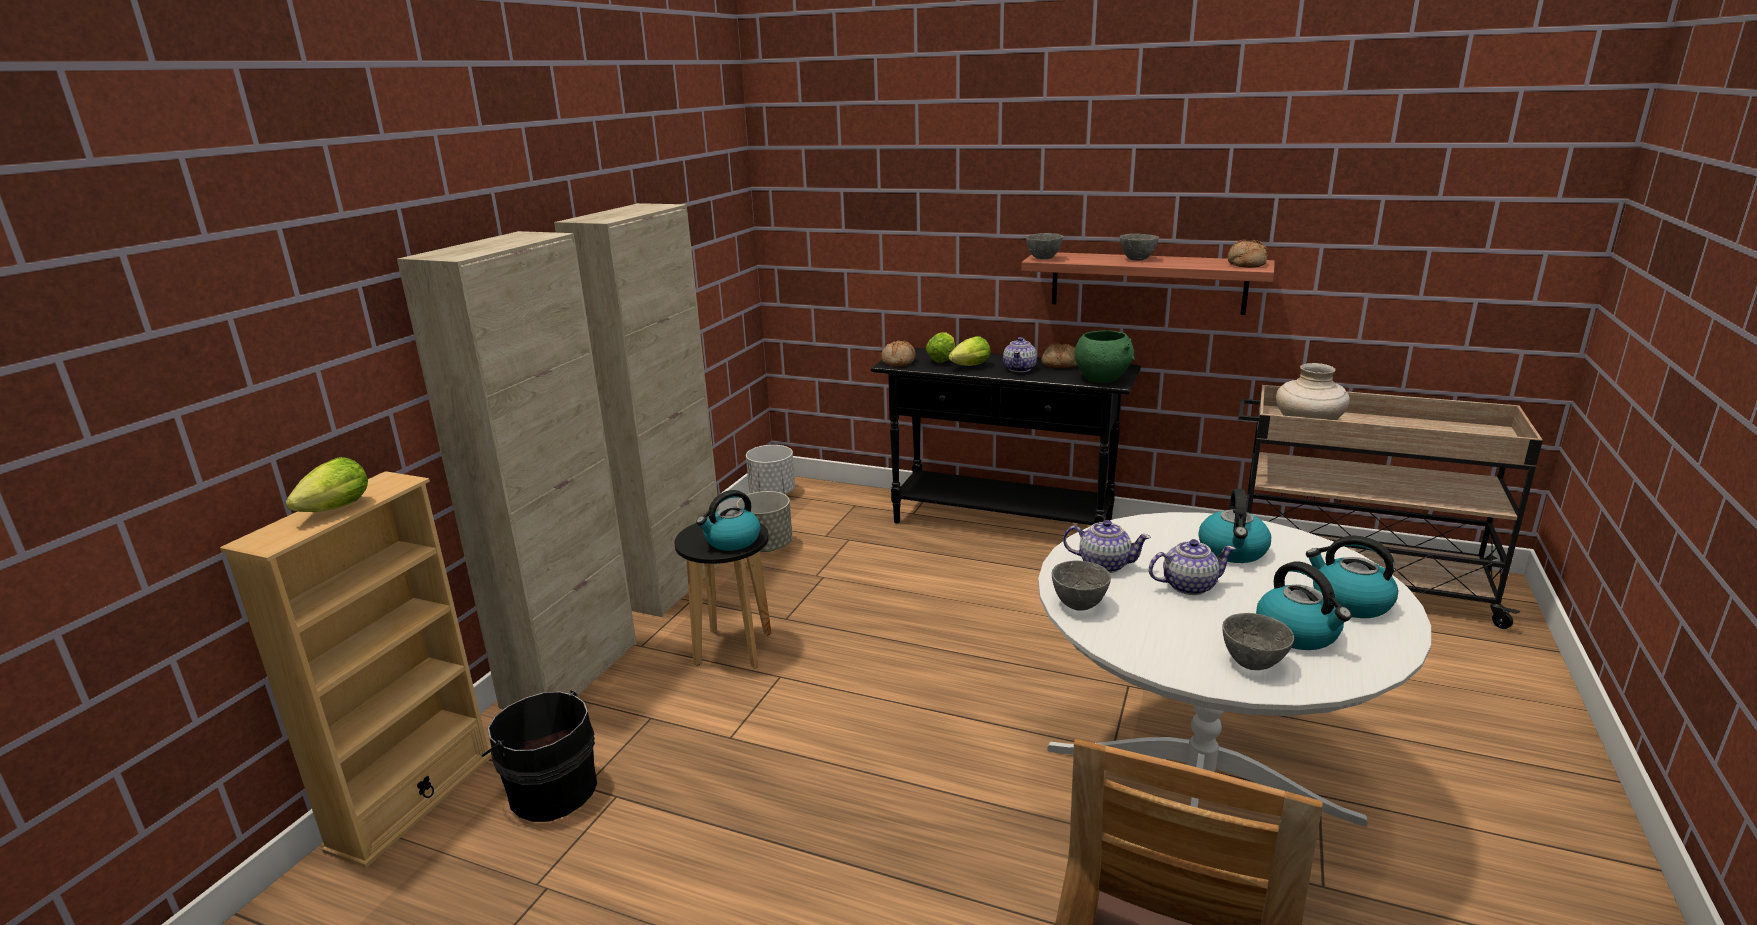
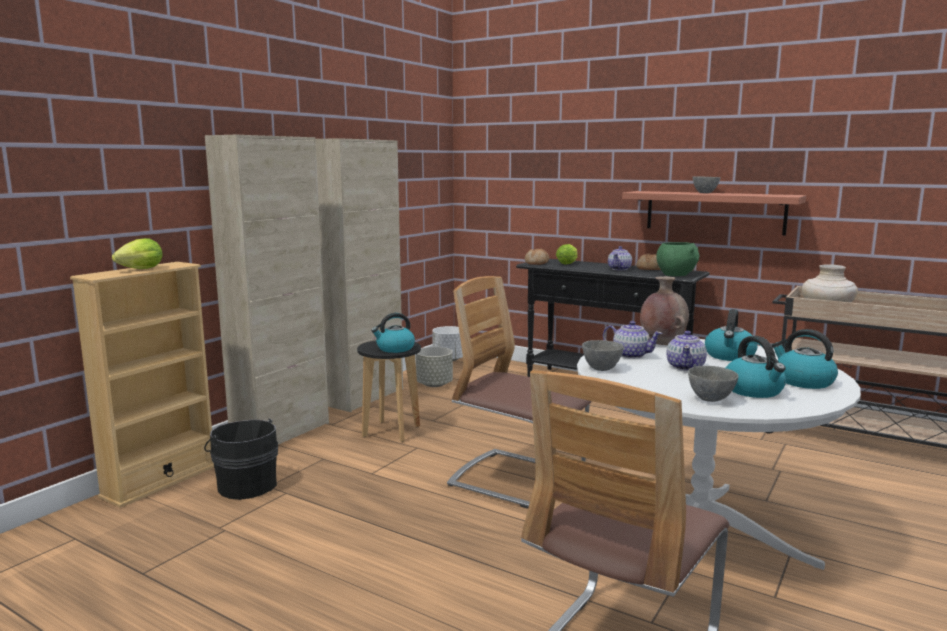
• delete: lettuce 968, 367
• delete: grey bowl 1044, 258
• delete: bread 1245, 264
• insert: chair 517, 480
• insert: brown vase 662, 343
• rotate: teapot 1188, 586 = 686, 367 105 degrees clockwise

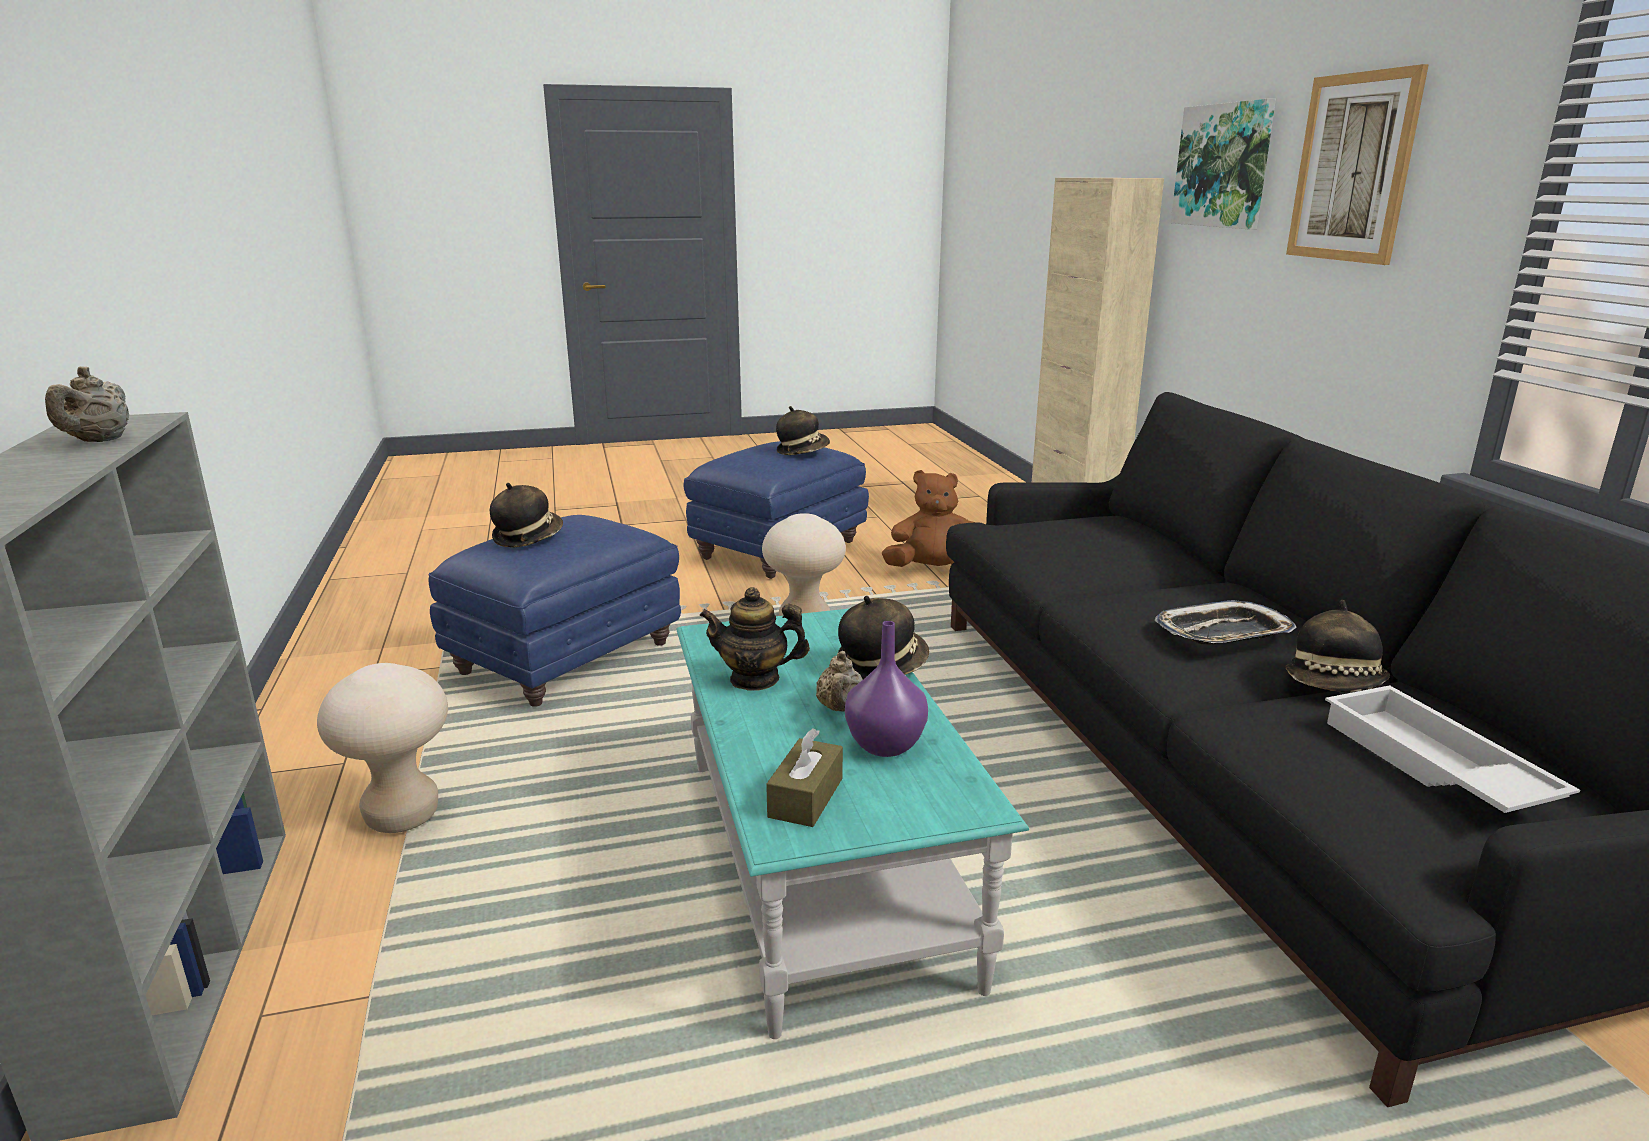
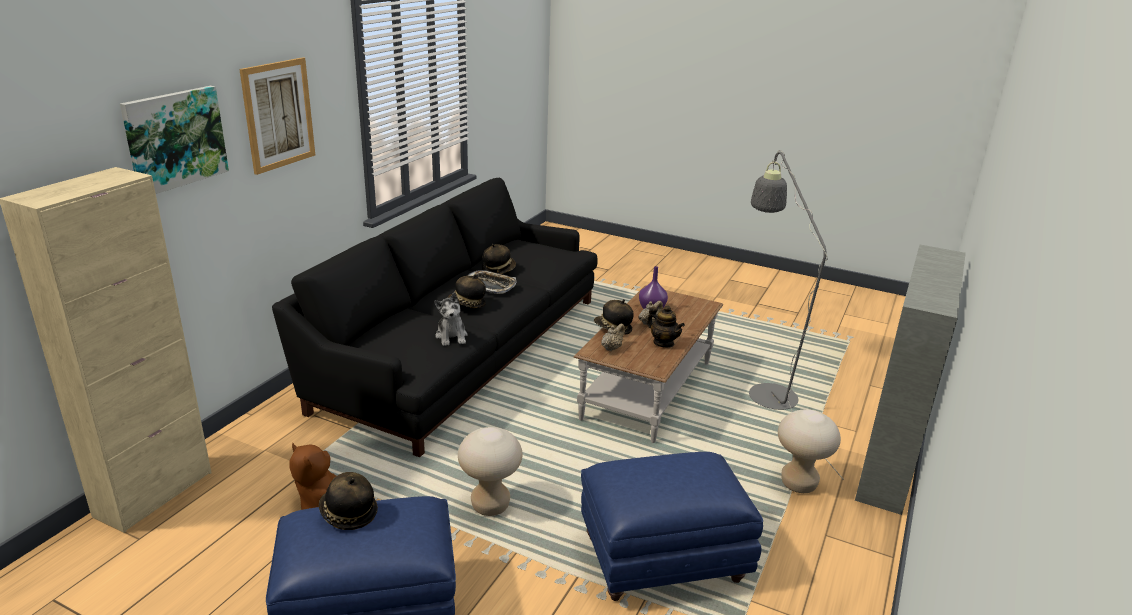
• delete: brown tissue box 806, 797
• delete: white tray 1431, 765
• insert: plush toy 451, 336
• insert: grey floor lamp 767, 389
• move: beige teapot 99, 441 to 612, 348
• move: hat 528, 537 to 467, 304
• recolor: turquoise coffee table 821, 864 to brown coffee table 647, 389

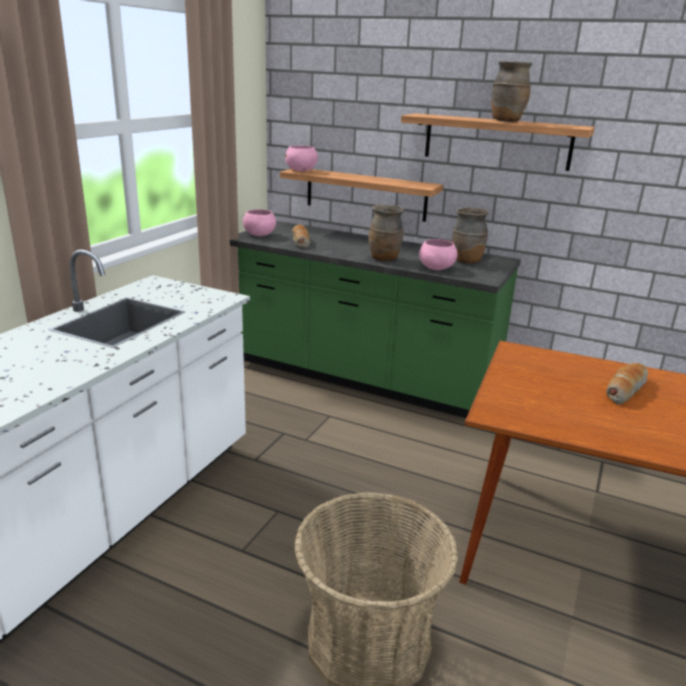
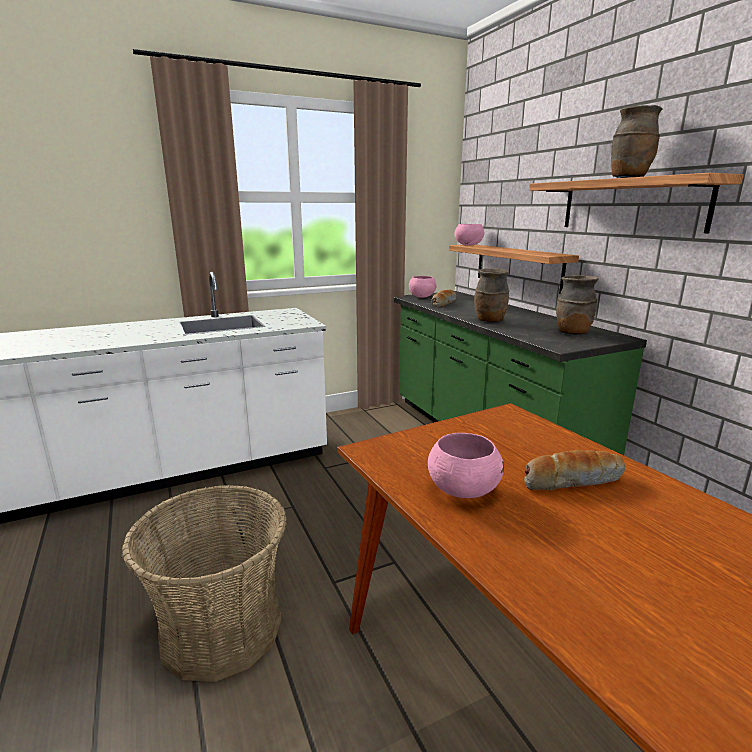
• move: pink bowl 436, 268 to 463, 490

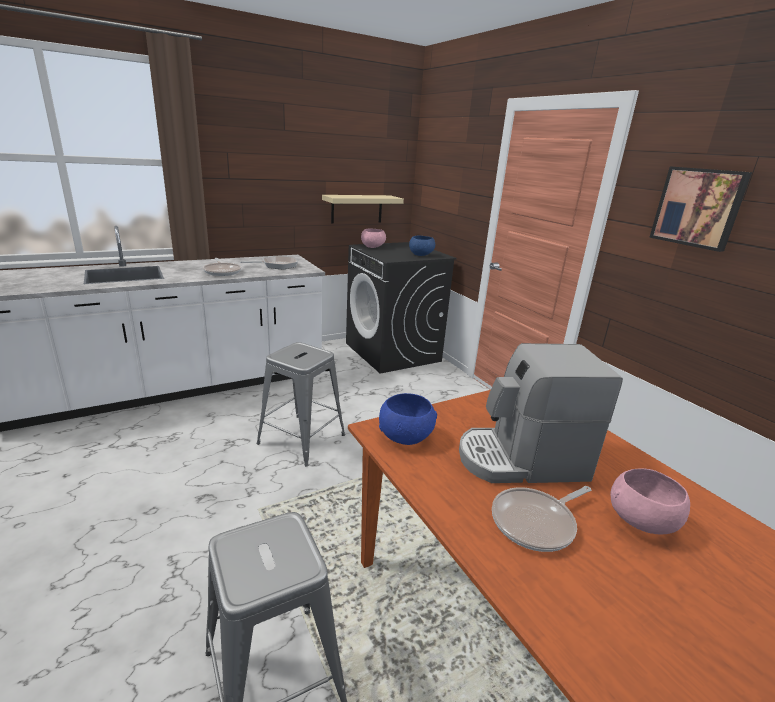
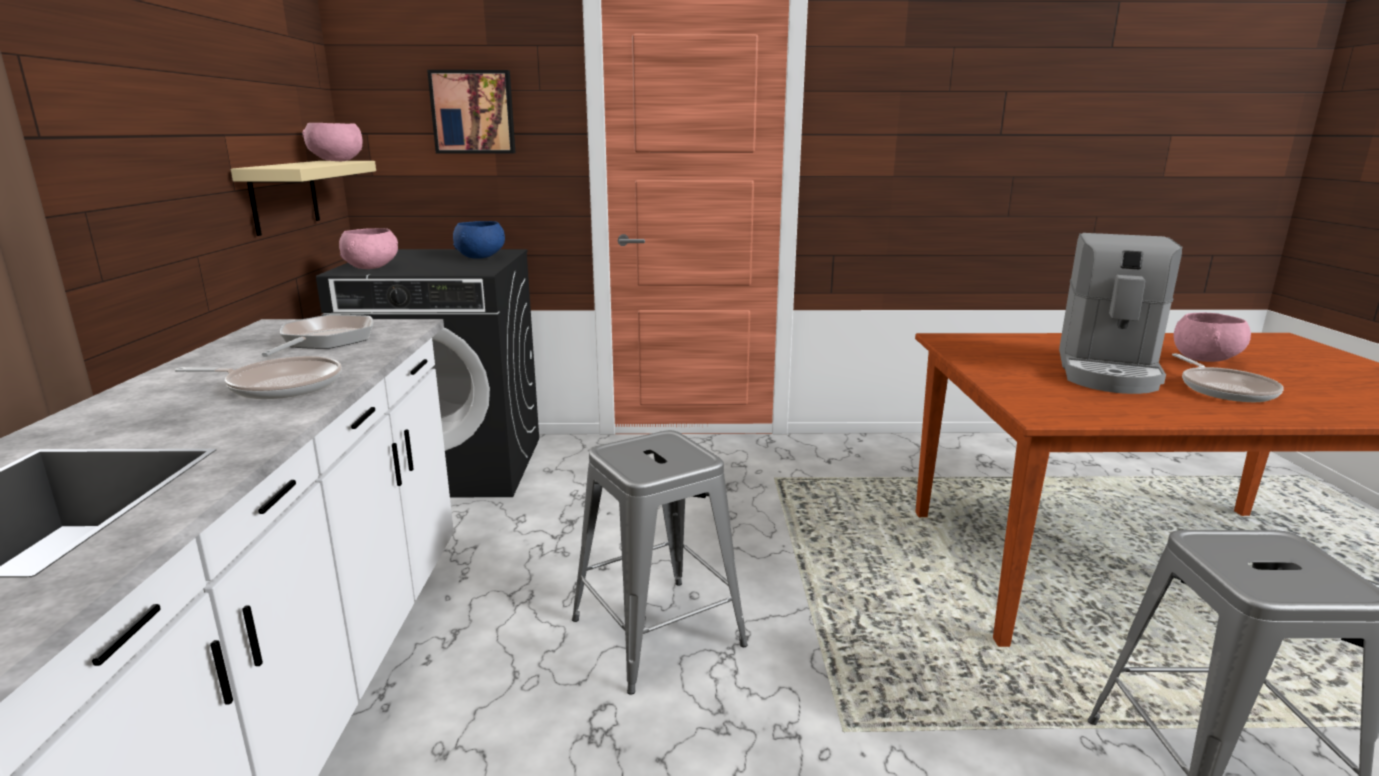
• delete: blue bowl 406, 437
• insert: pink bowl 336, 161
• move: picture 698, 207 to 473, 112

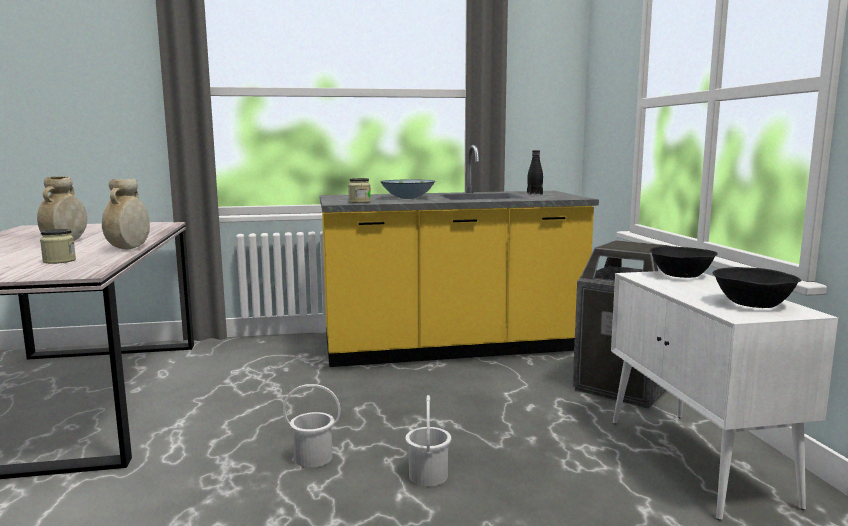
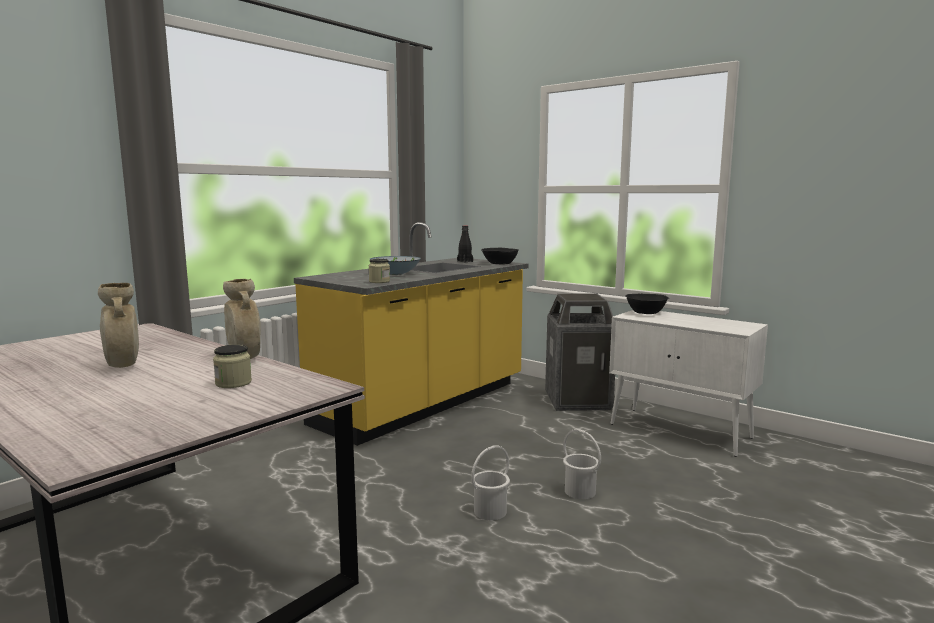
• move: black bowl 753, 304 to 500, 264

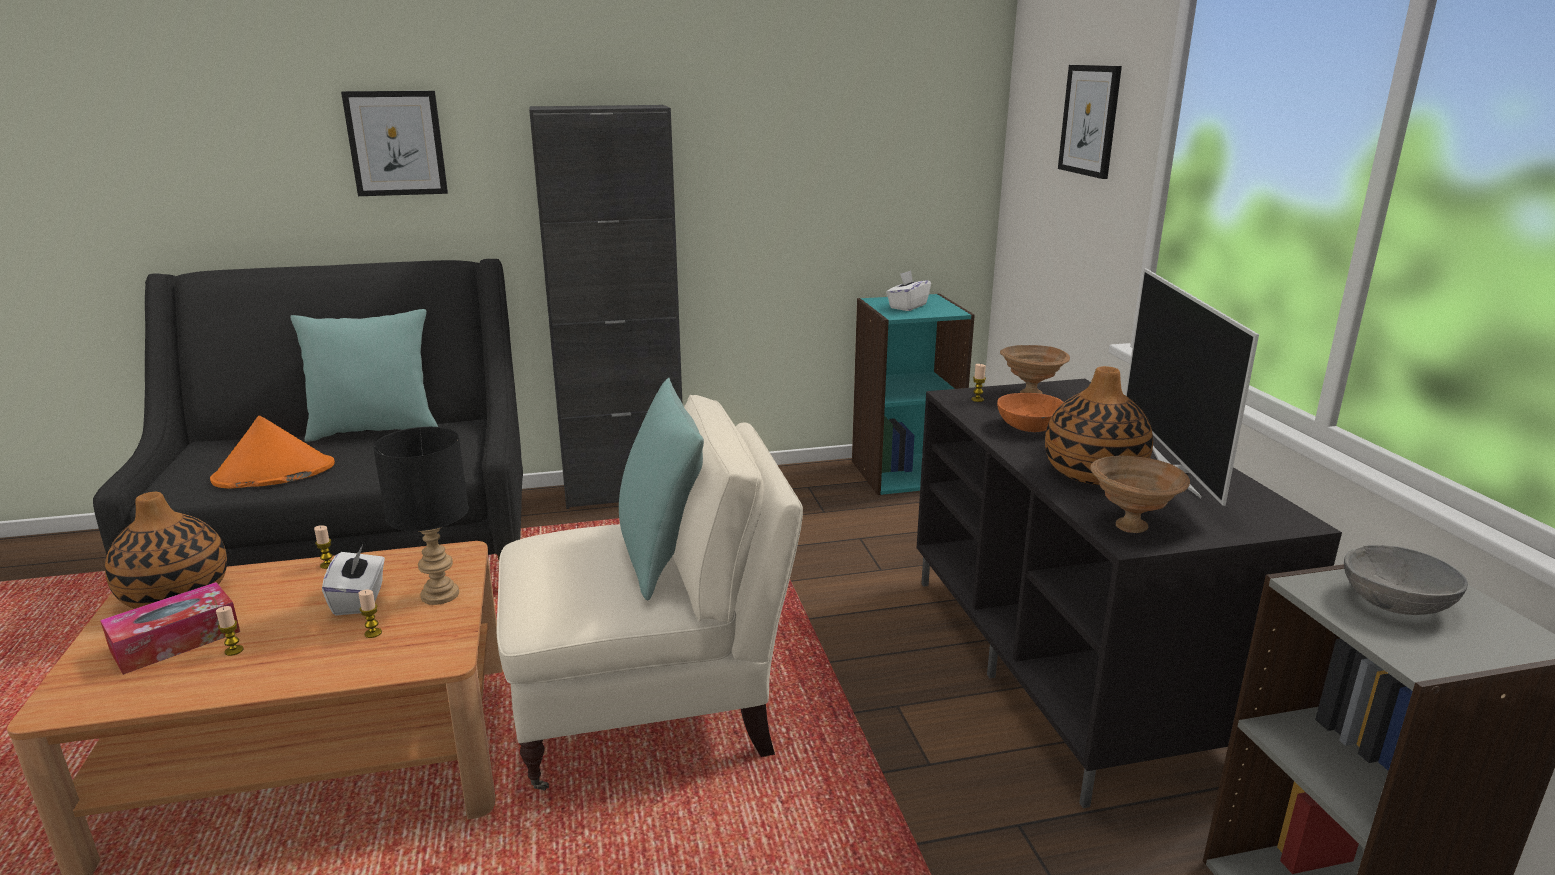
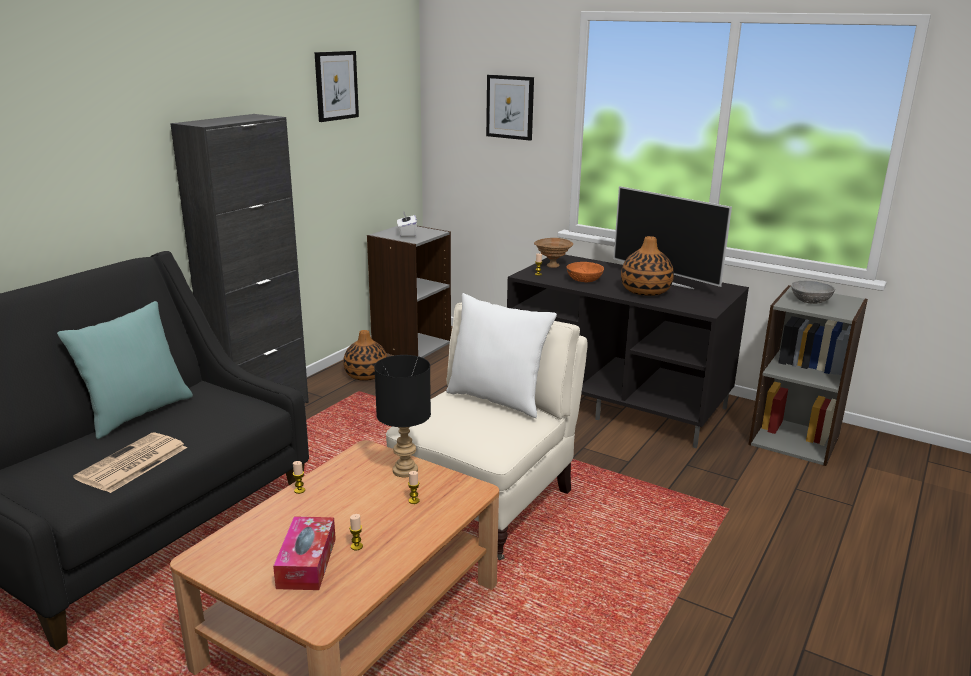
• delete: white tissue box 359, 600
• delete: brown bowl 1129, 525
• move: vase 176, 594 to 366, 375
• move: picture 396, 143 to 336, 85
• replace: orange hat 273, 473 to newspaper 132, 464
• recolor: turquoise pillow 662, 555 to white pillow 497, 399
• recolor: turquoise bookcase 904, 473 to grey bookcase 411, 345

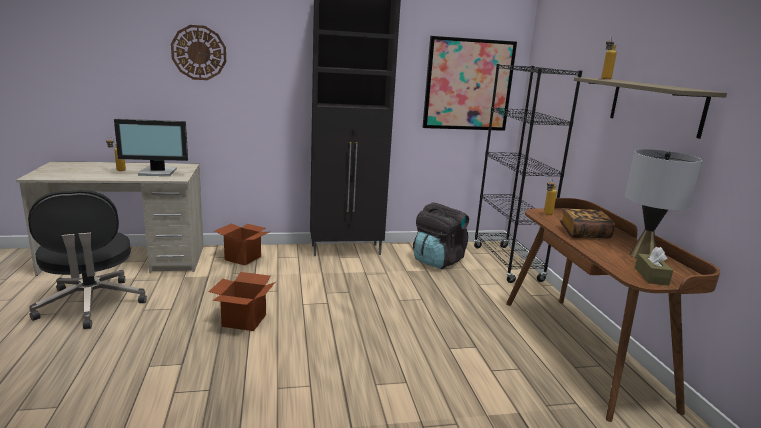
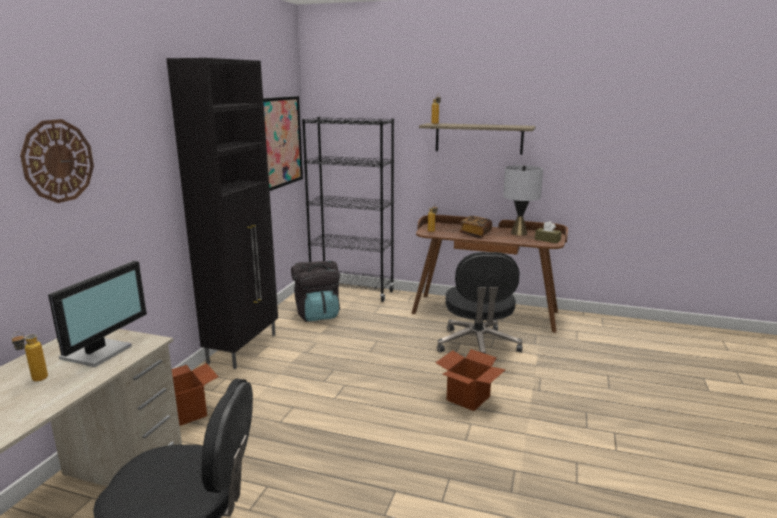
• insert: black office chair 478, 346
• move: cardboard box 244, 320 to 468, 398

